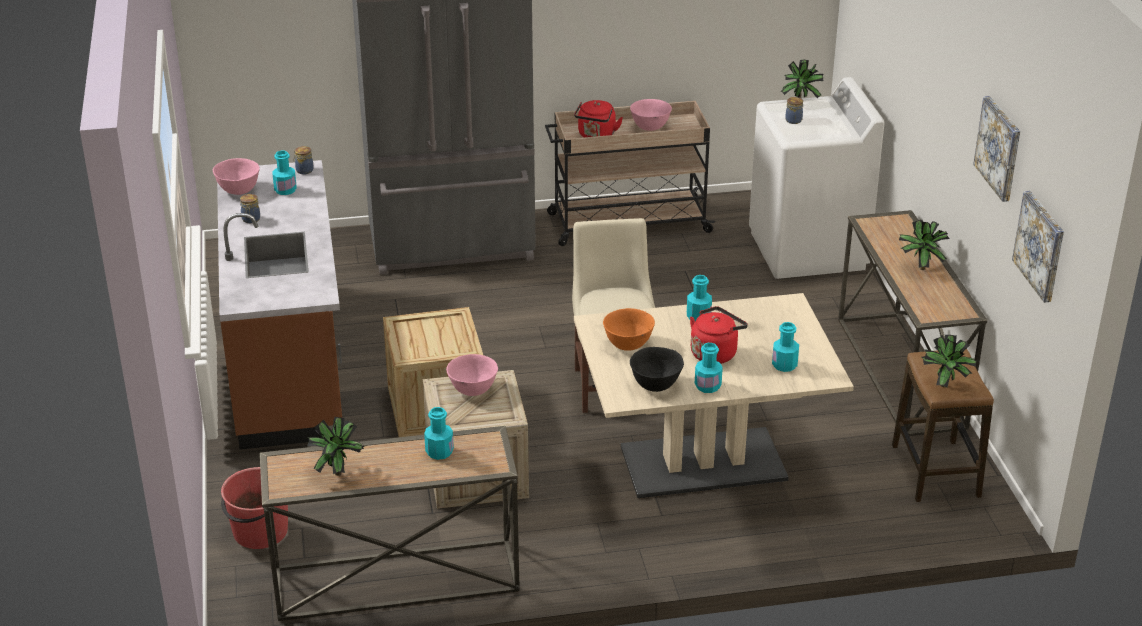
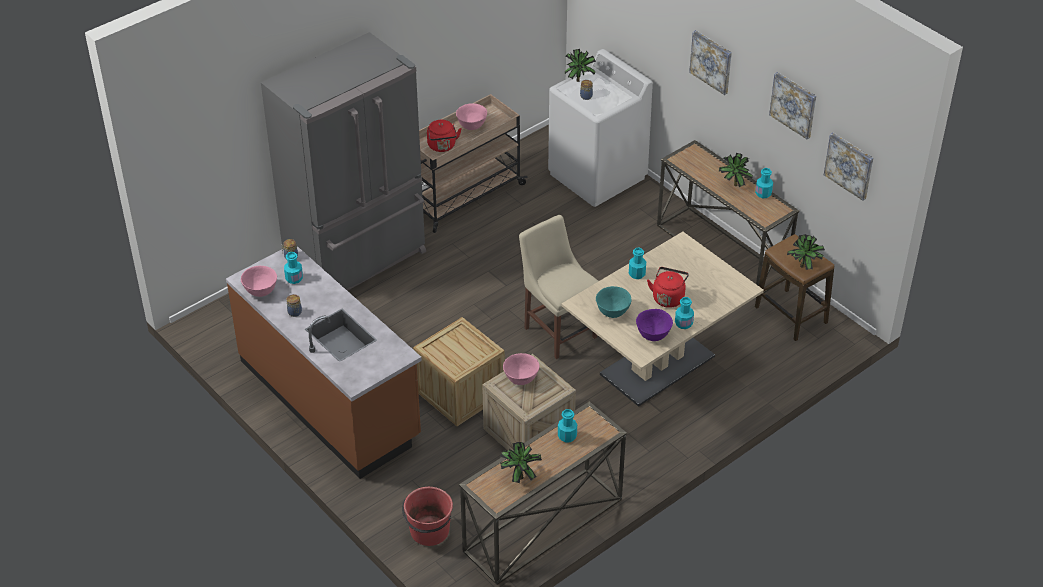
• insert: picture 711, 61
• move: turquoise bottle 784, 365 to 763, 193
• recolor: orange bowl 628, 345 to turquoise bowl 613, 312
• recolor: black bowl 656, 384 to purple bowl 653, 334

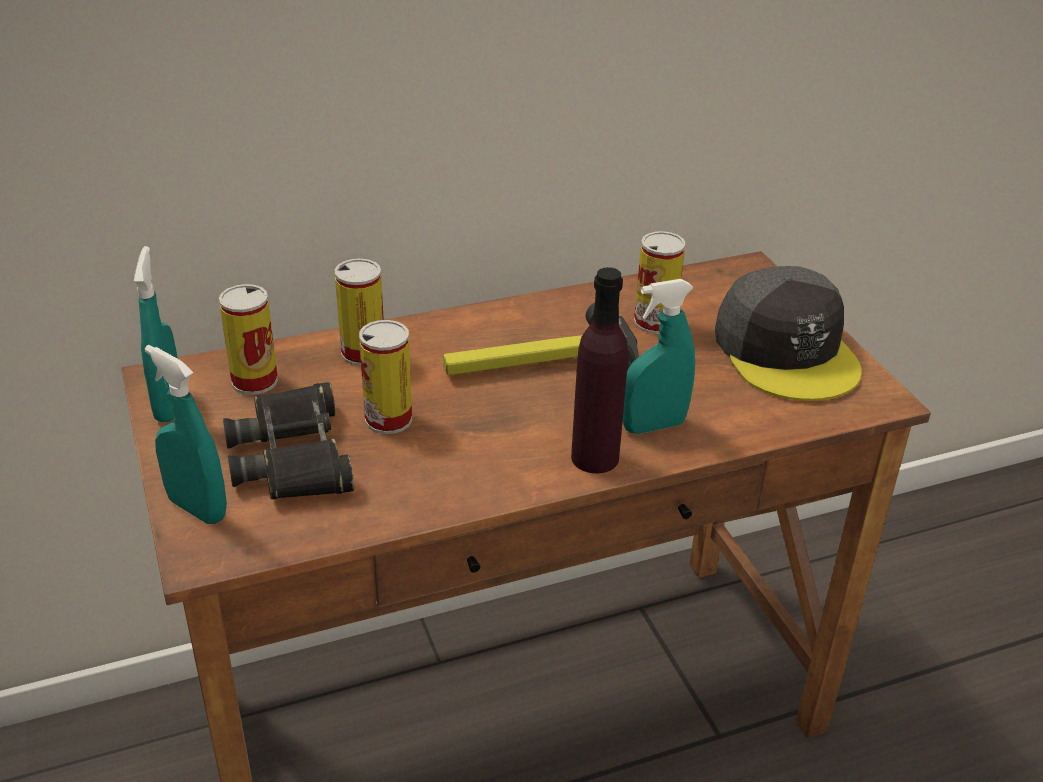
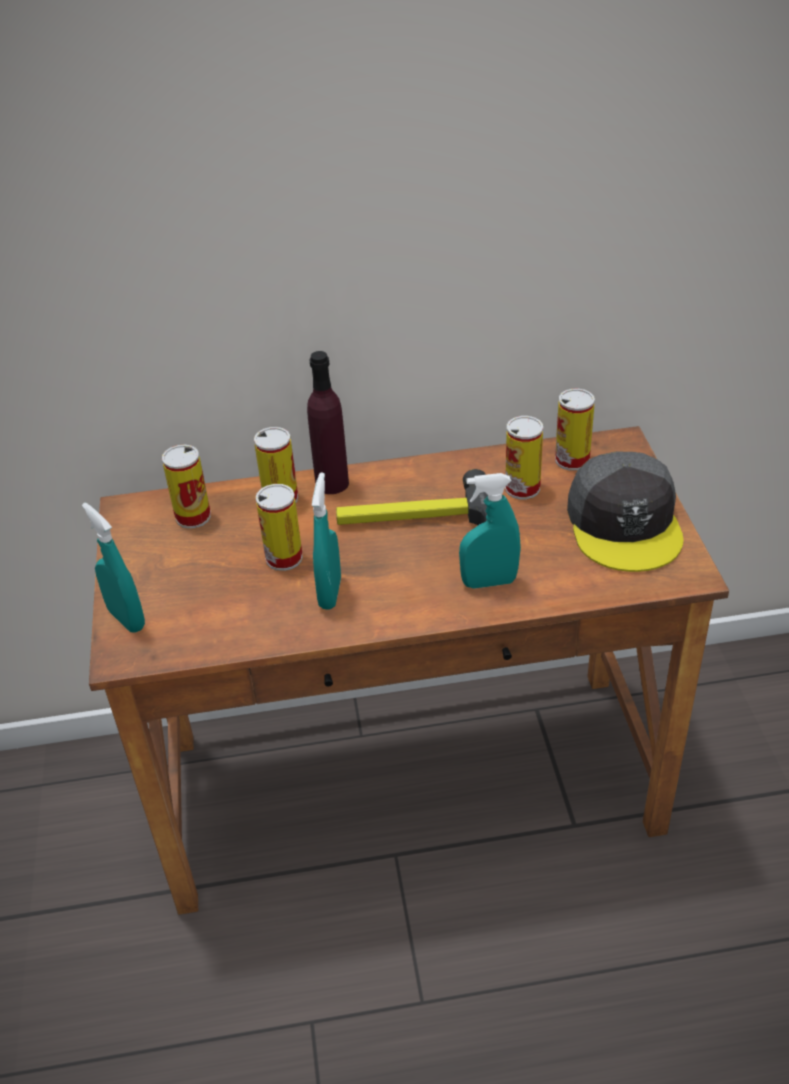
• delete: black binoculars 294, 456
• insert: can 572, 460
• move: turquoise spray bottle 169, 405 to 330, 593
• move: purple bottle 595, 458 to 332, 483

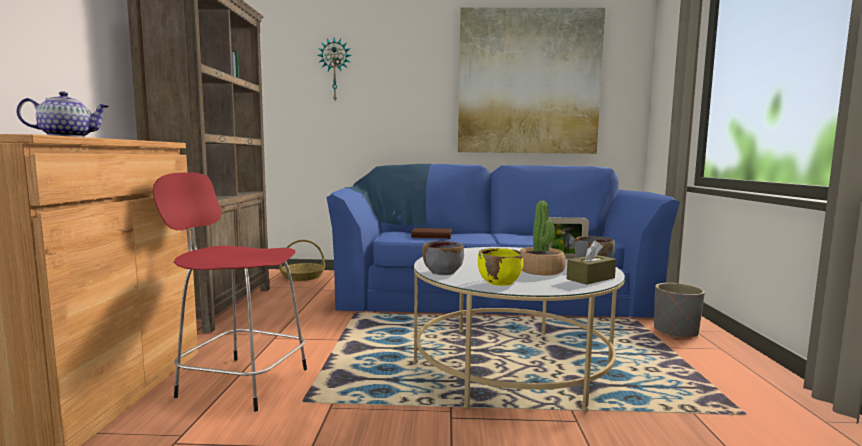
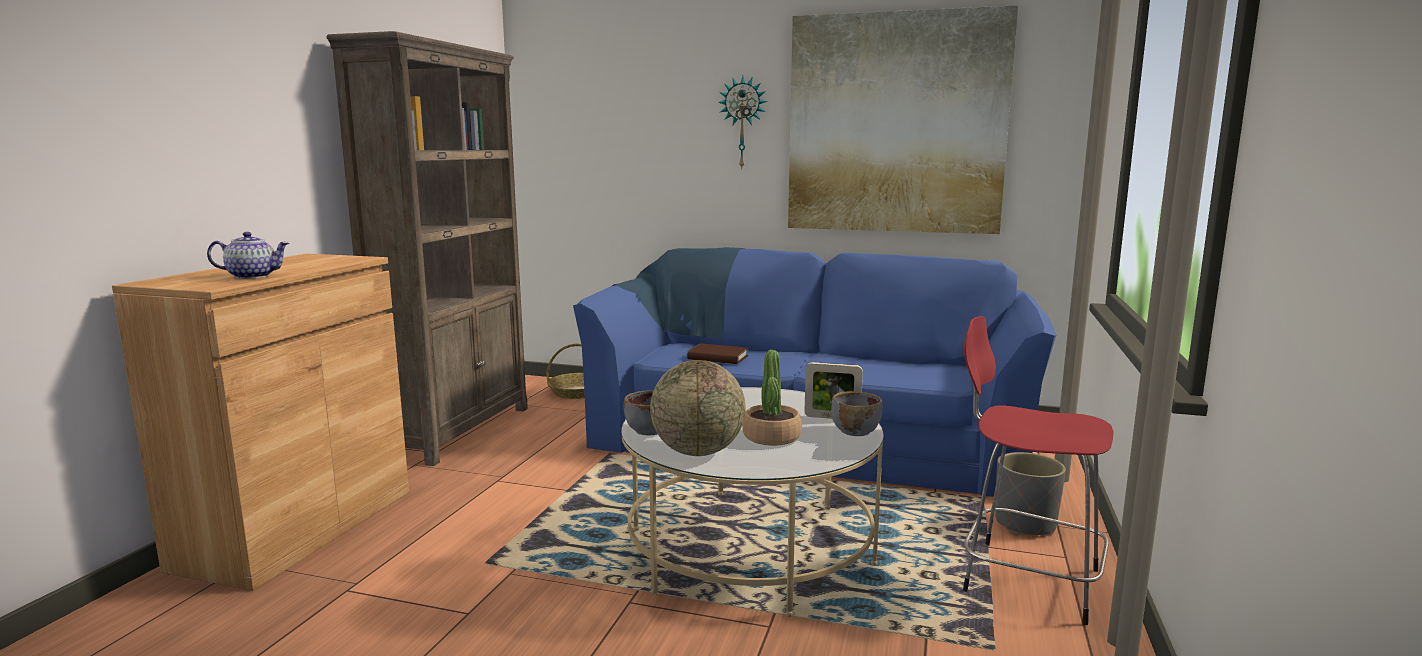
• delete: brown tissue box 590, 278
• move: red stool 240, 381 to 1025, 579
• move: wall clock 335, 70 to 743, 123
• replace: yellow bowl 499, 282 to globe 698, 452

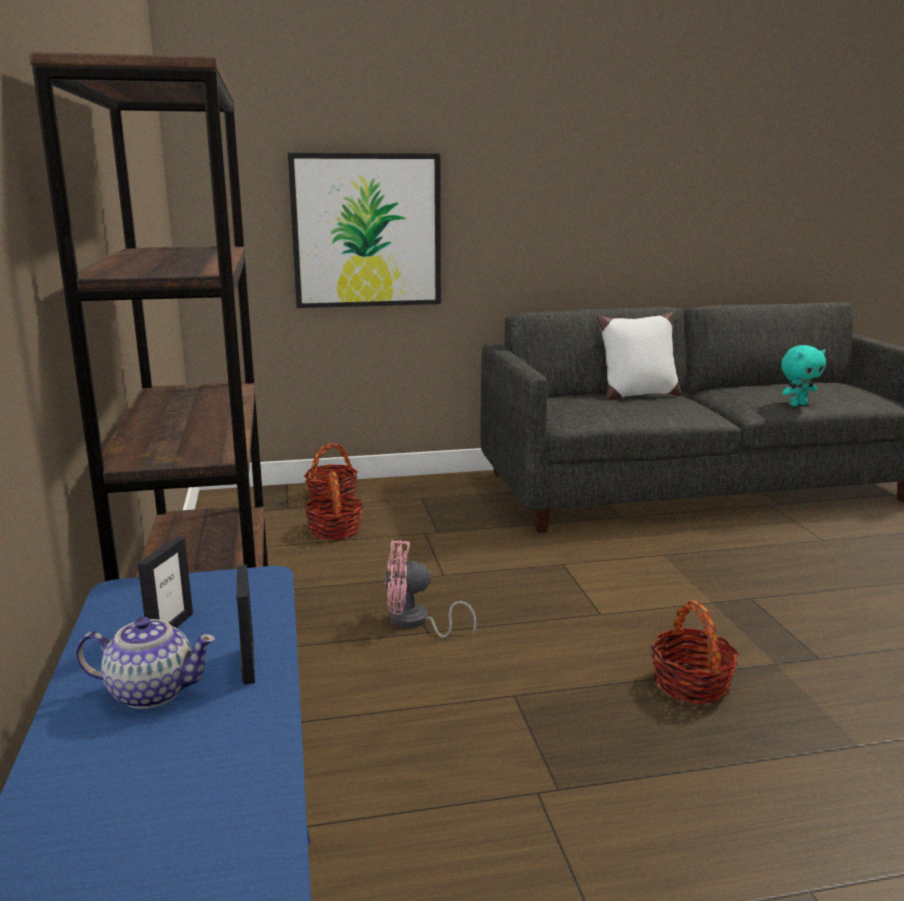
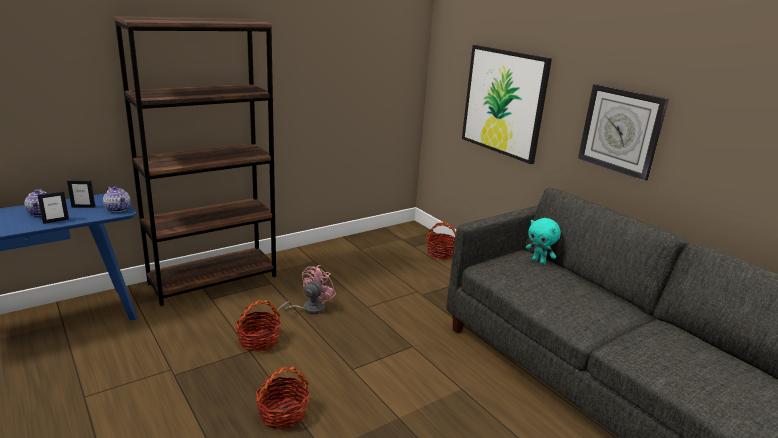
• delete: white pillow 637, 395
• insert: teapot 118, 209
• insert: wall clock 621, 130
• move: basket 335, 531 to 258, 341
• move: turquoise plush toy 798, 404 to 539, 261
• rotate: pink fan 415, 622 = 308, 309 60 degrees clockwise

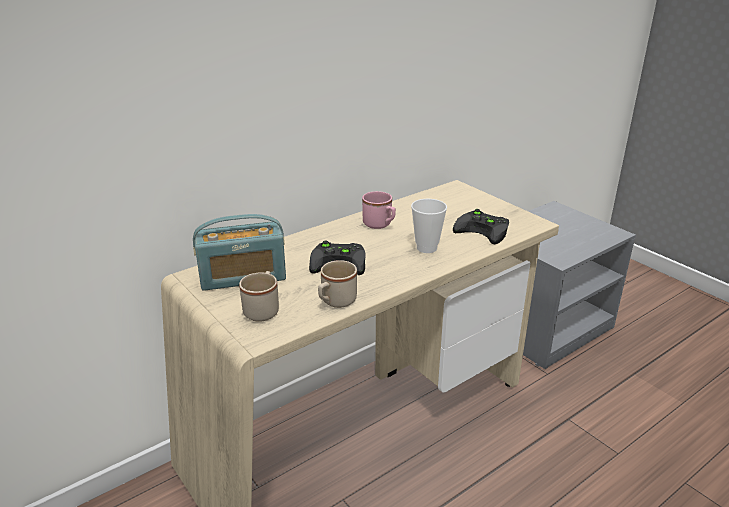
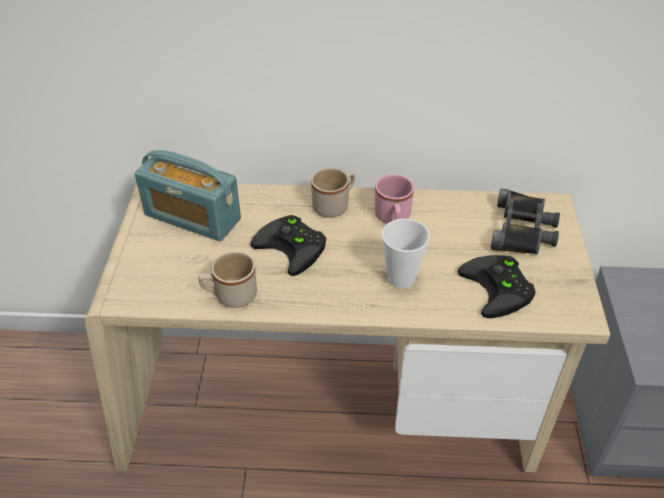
• insert: black binoculars 523, 230
• move: beige mug 263, 309 to 334, 205

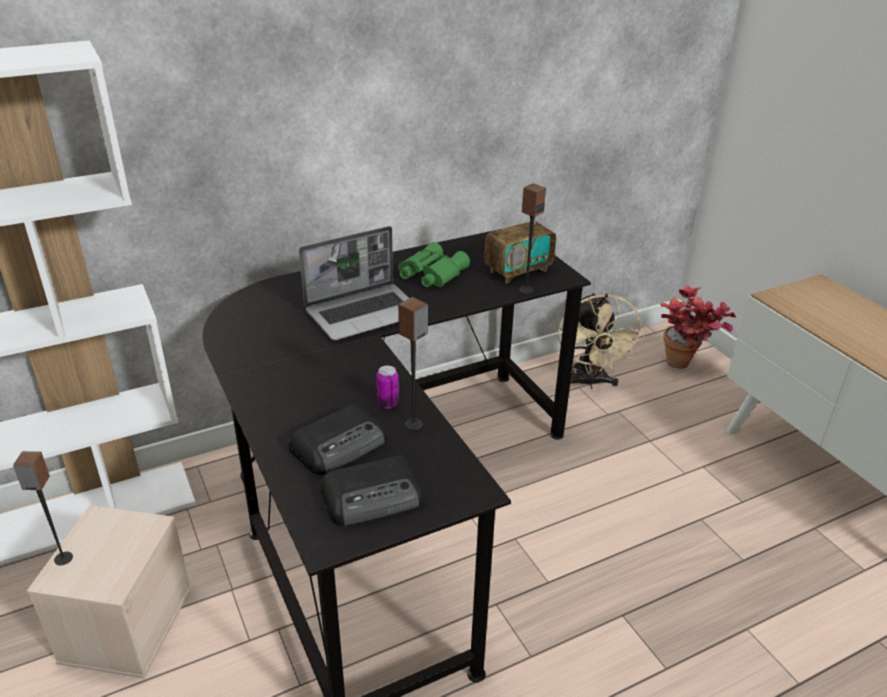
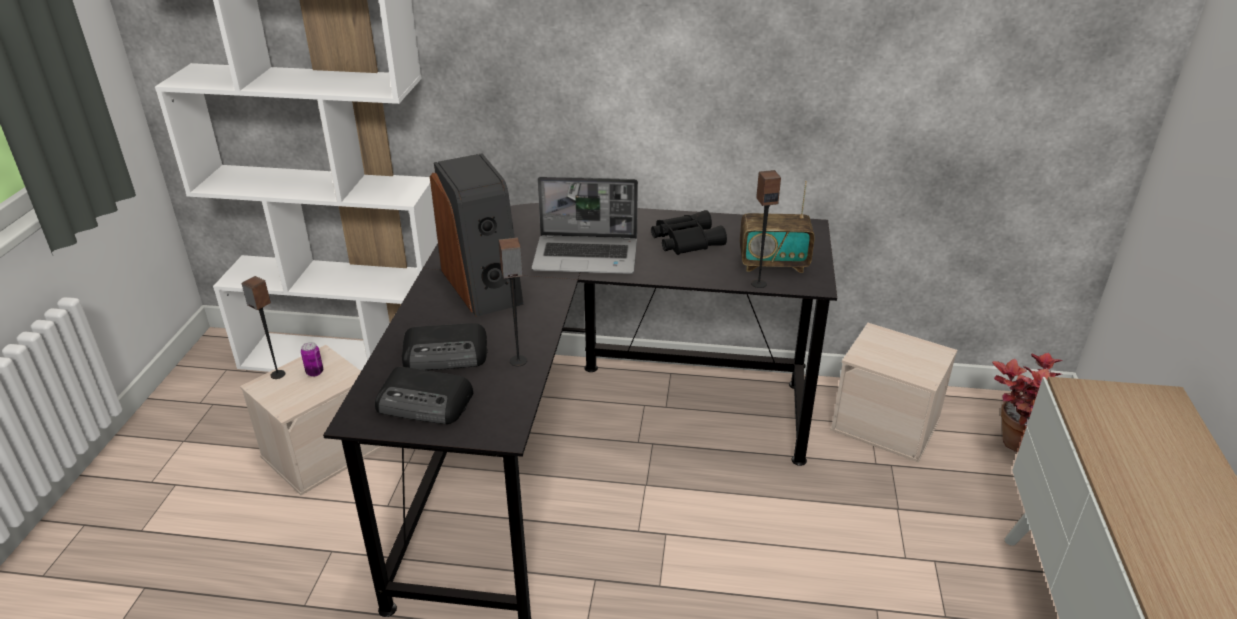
• insert: speaker 483, 286
• move: can 388, 403 to 315, 372
• replace: beige fan 589, 382 to beige storage box 887, 424
• recolor: green binoculars 430, 273 to black binoculars 685, 240

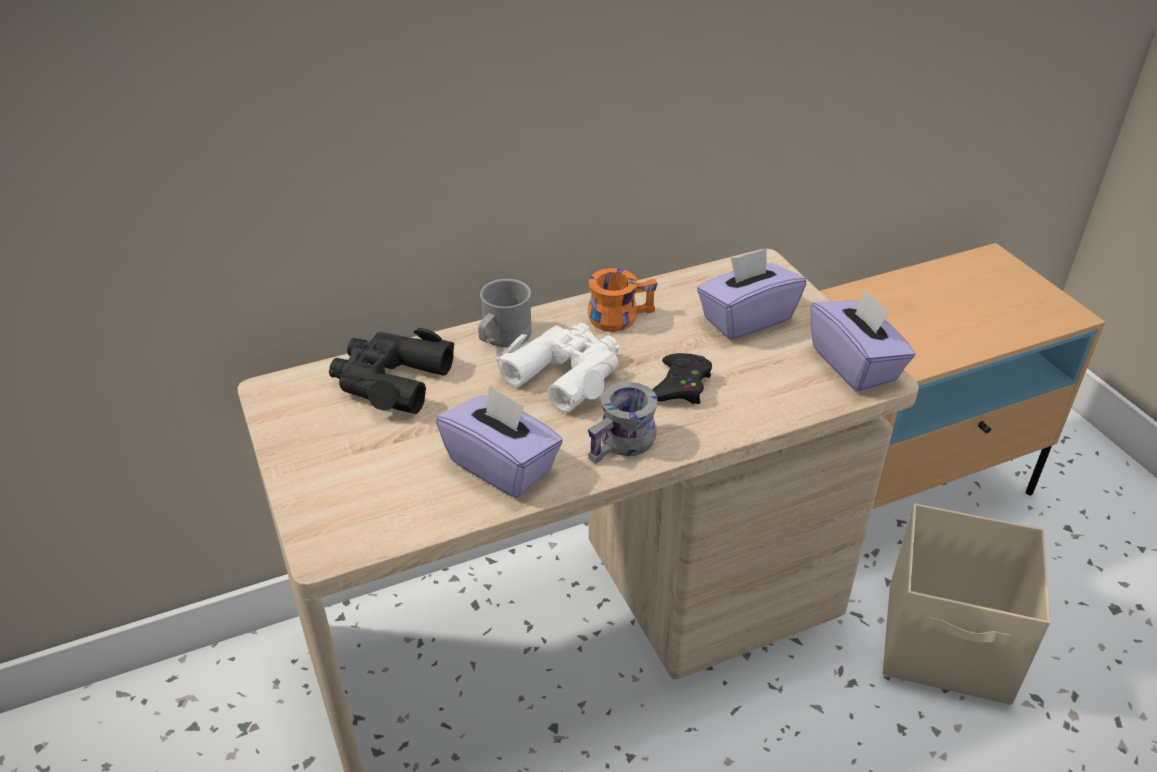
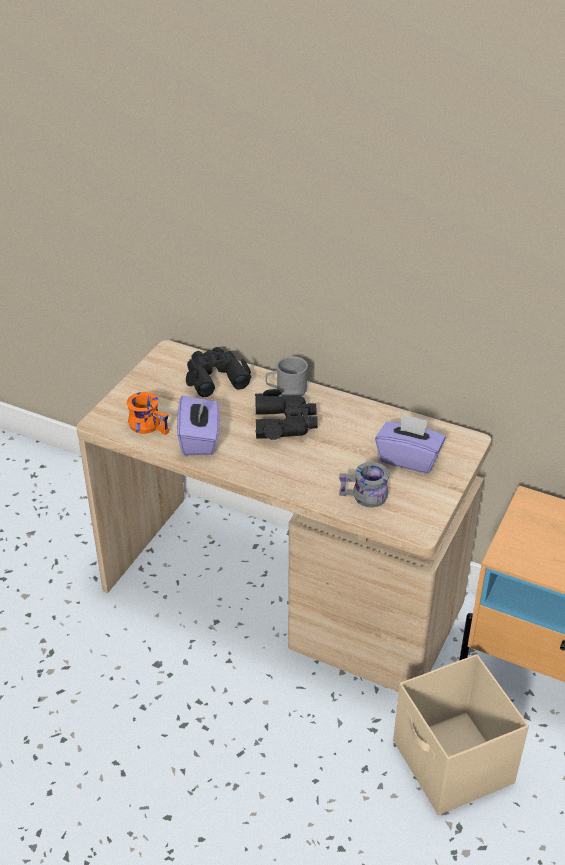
• delete: black game controller 679, 386
• delete: purple tissue box 855, 364
• move: orange mug 618, 314 to 150, 424
• move: grey mug 624, 445 to 364, 497
• recolor: white binoculars 566, 373 to black binoculars 285, 423

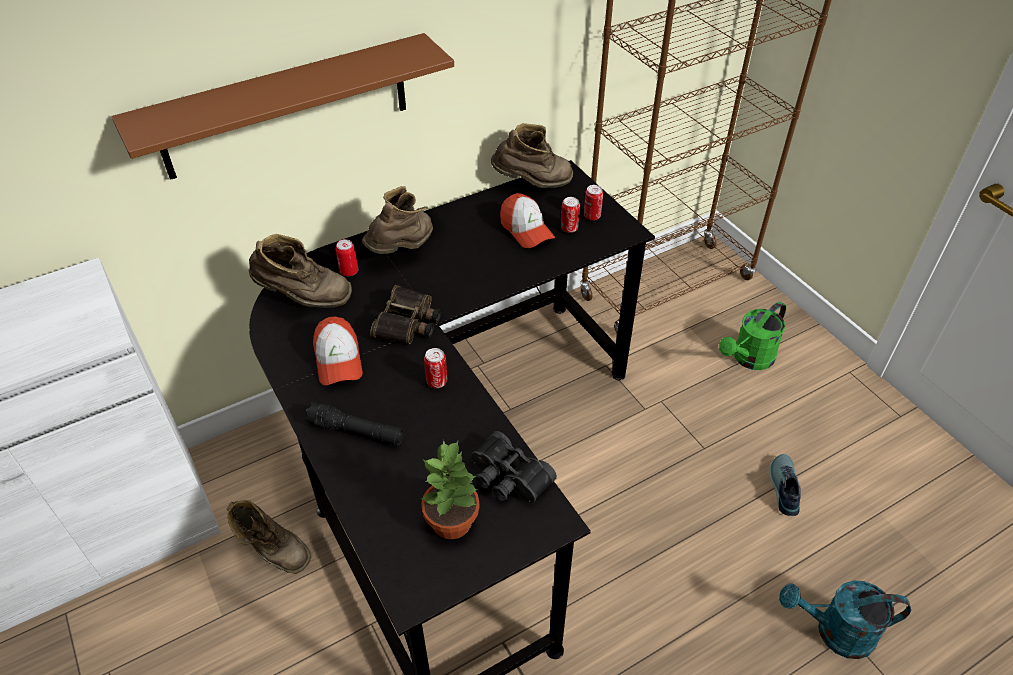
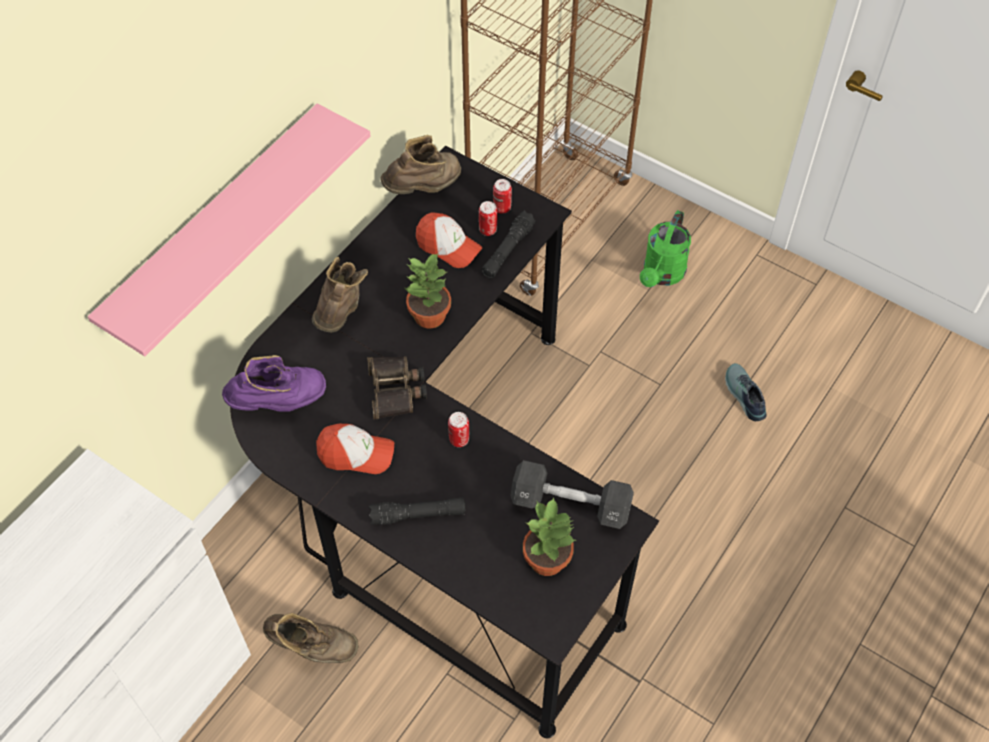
• delete: can 349, 271
• delete: turquoise watering can 834, 632
• insert: potted plant 428, 316
• insert: black flashlight 507, 251
• replace: black binoculars 507, 479 to black dumbbell 570, 504
• recolor: brown shelf 286, 107 to pink shelf 216, 230
• recolor: brown boot 304, 298 to purple boot 279, 403
• rotate: cap 338, 360 = 356, 454 45 degrees counterclockwise

